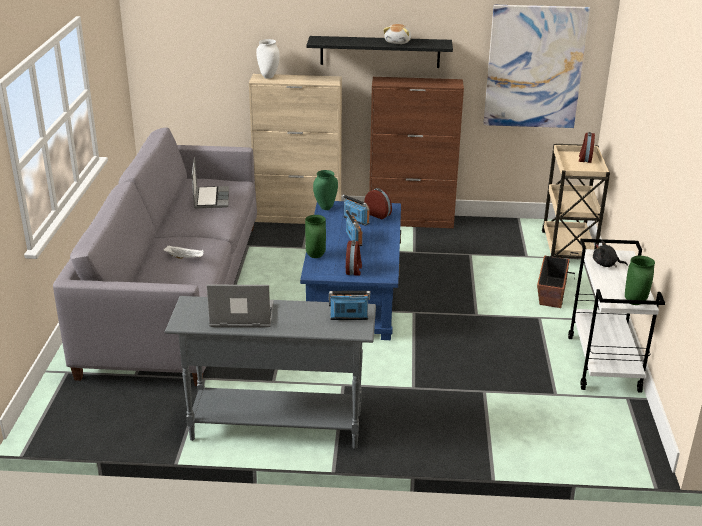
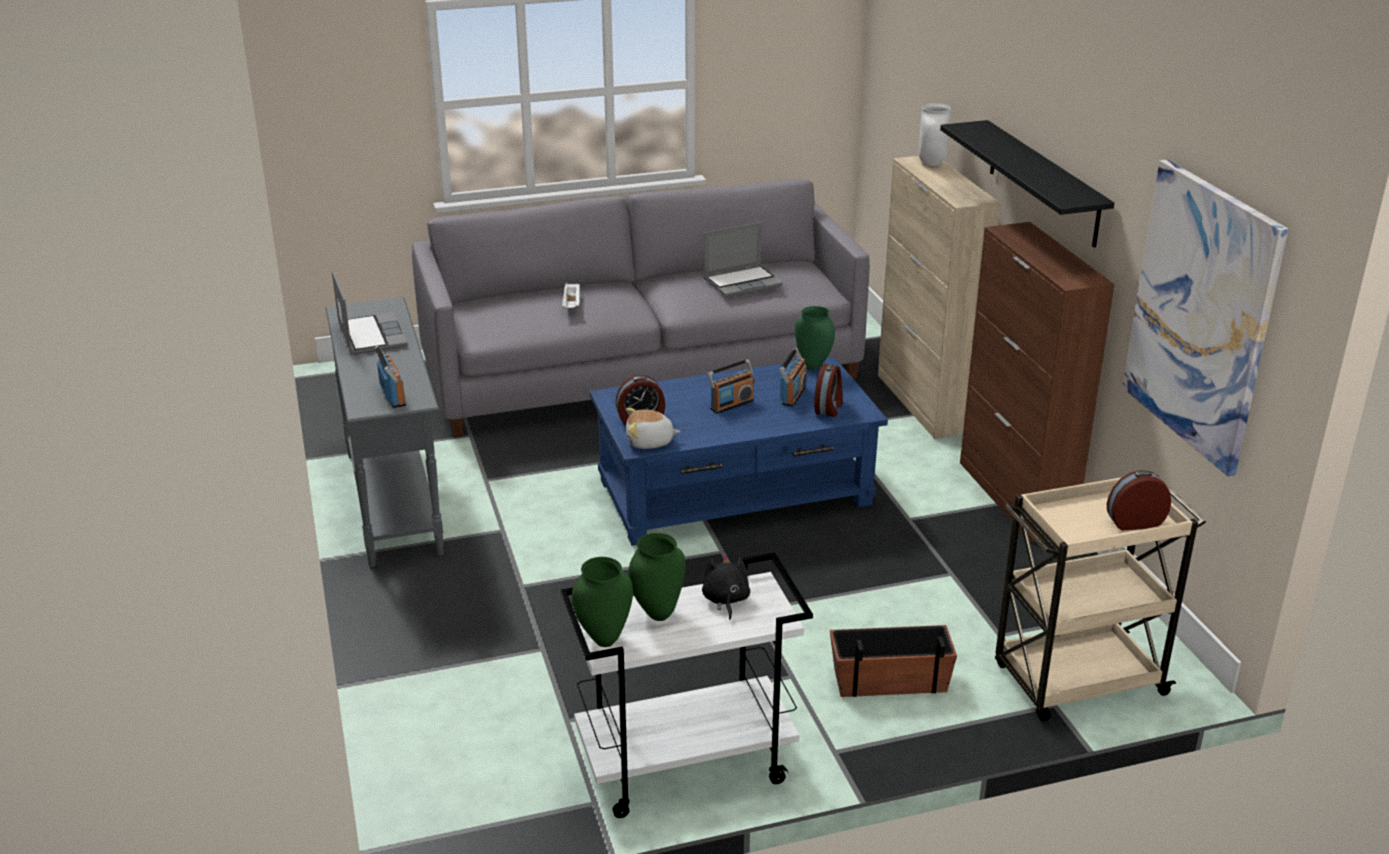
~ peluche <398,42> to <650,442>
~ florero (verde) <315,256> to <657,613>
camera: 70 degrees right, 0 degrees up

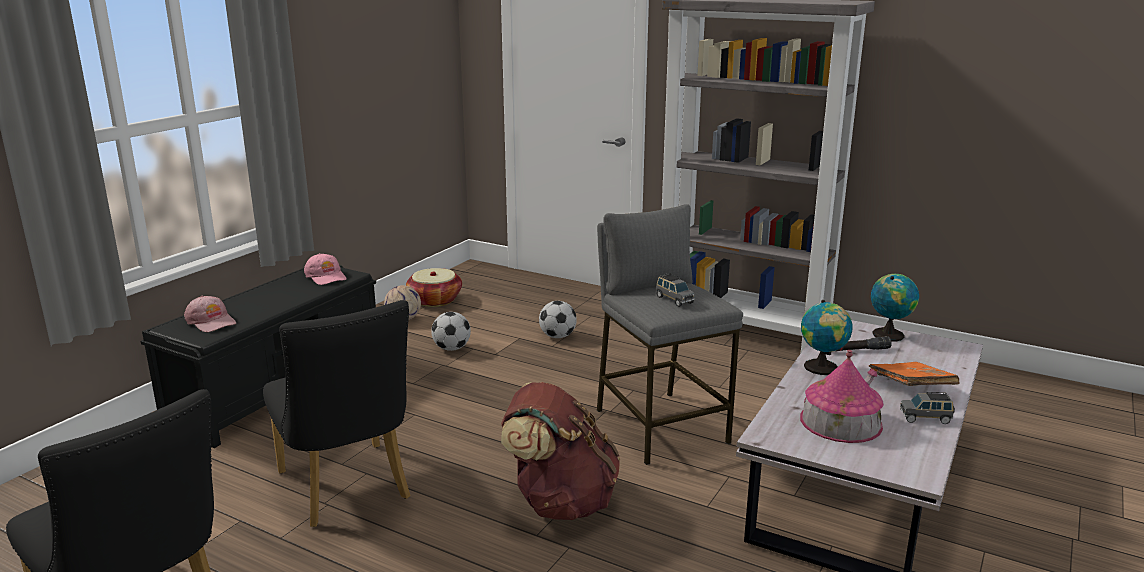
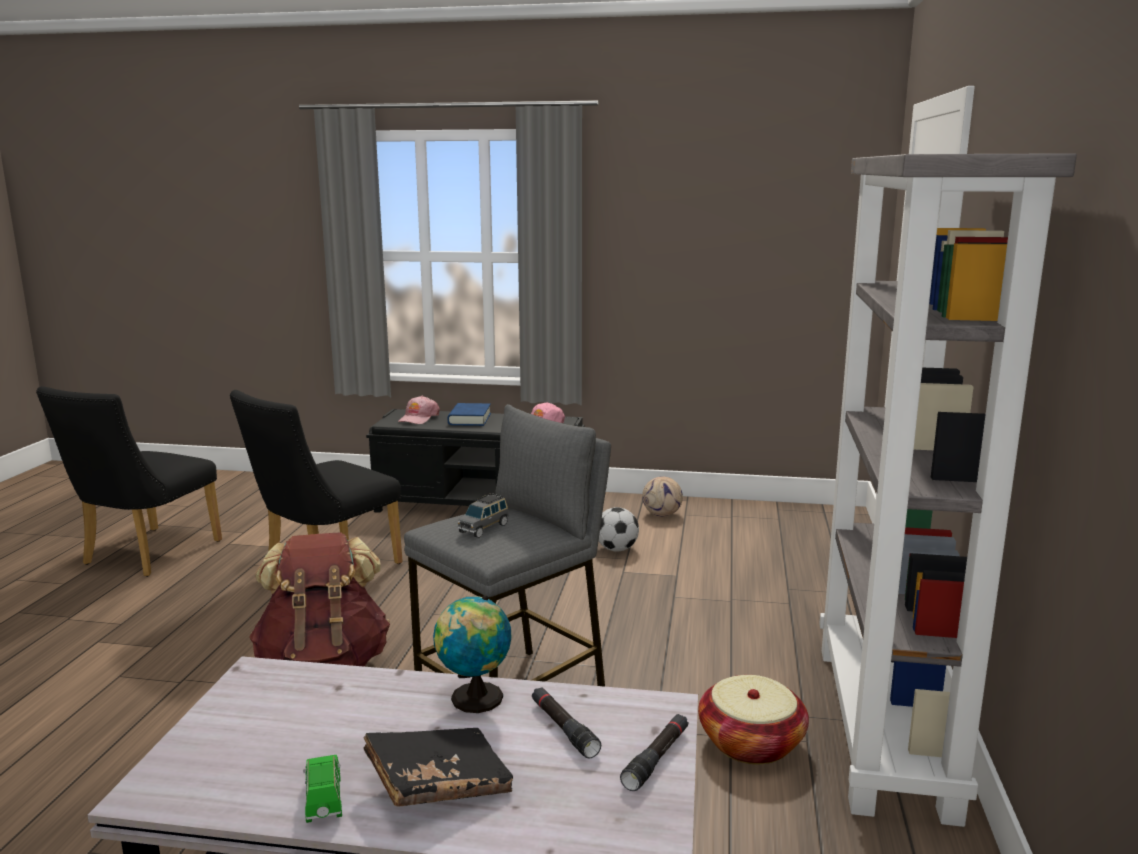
~ cesta <435,300> to <751,743>
~ globo terráqueo <889,334> to linterna (negro) <656,759>
- balón de fútbol <557,336>
- casita <840,422>
~ libro (naranja) <910,386> to libro (negro) <439,784>
~ coche de juguete (gris) <925,418> to coche de juguete (verde) <324,800>
+ libro (azul) <469,419>
camera: 70 degrees right, 5 degrees down

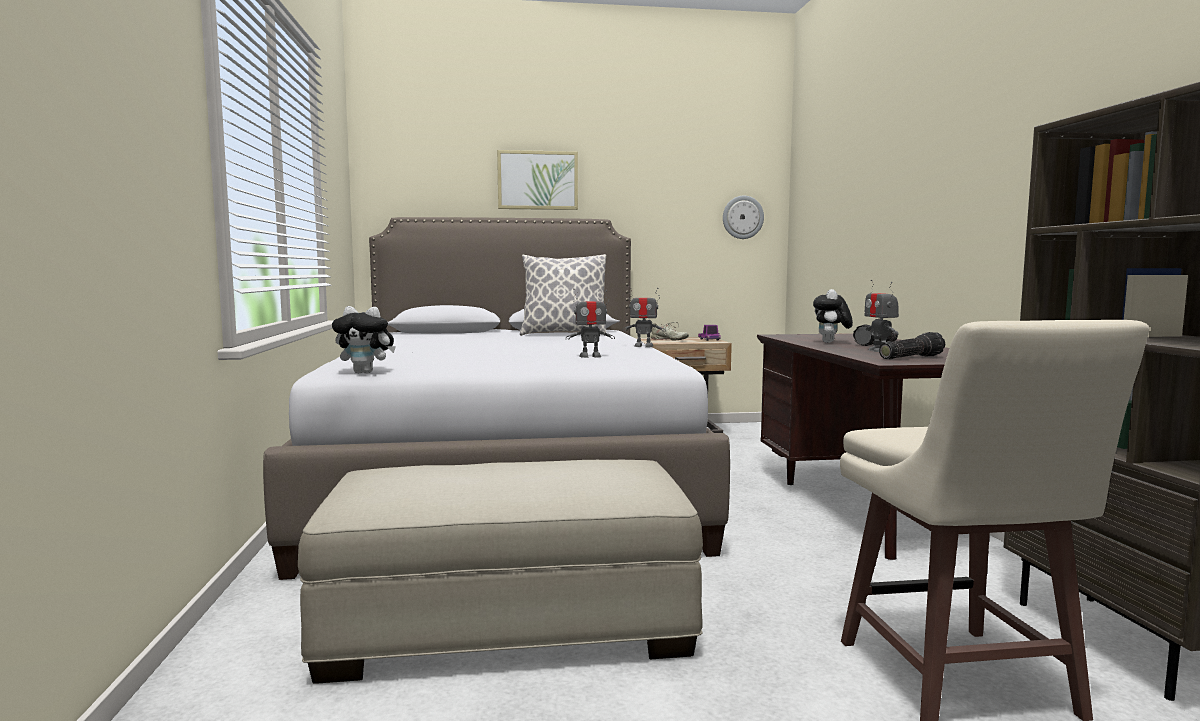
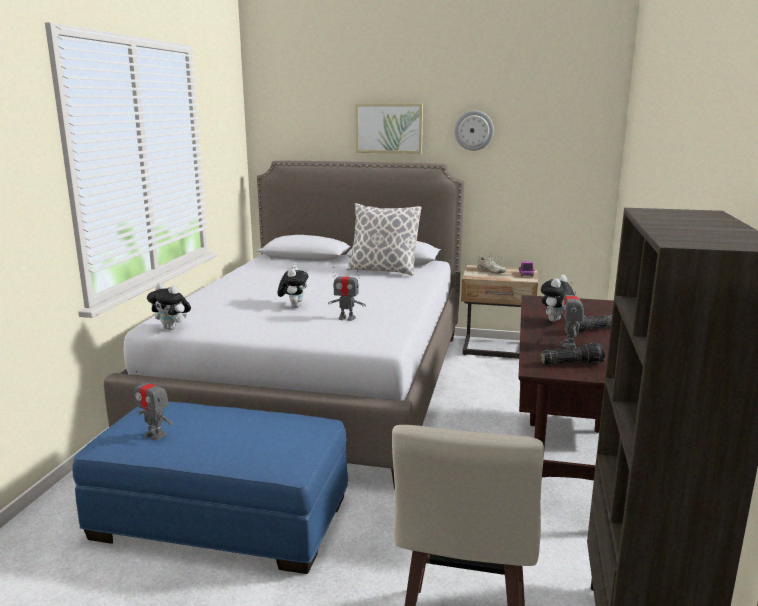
~ reloj de pared <742,217> to <474,130>
~ robot de juguete <643,346> to <155,435>
~ puf (beis) <509,620> to puf (azul) <222,517>
+ peluche <294,306>
camera: 20 degrees right, 10 degrees up

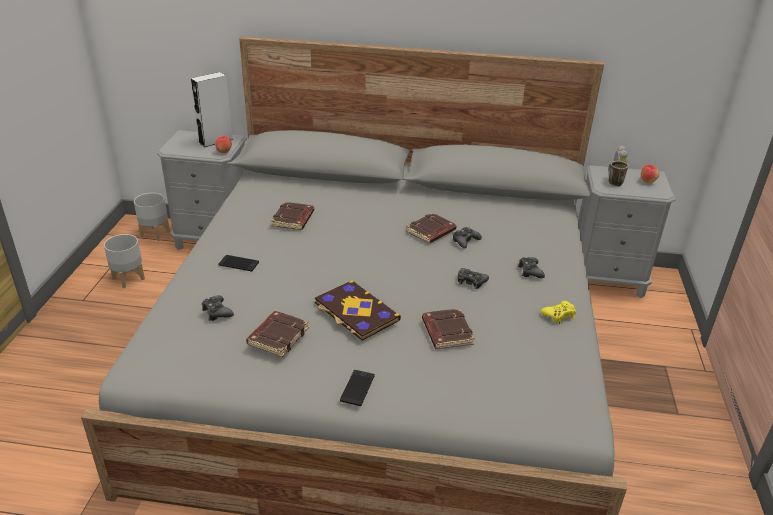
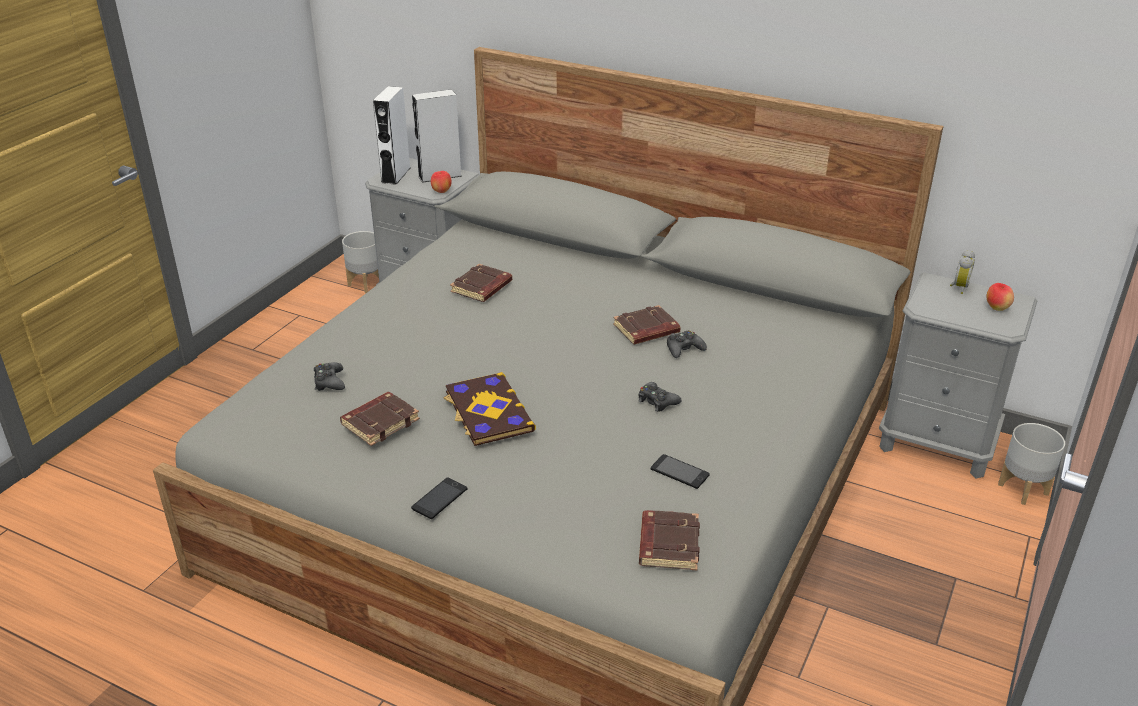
- taza grande <613,182>
~ maceta (gris) <129,279> to <1023,489>
~ móvil <238,263> to <679,472>
- mando de consola (negro) <530,271>
- mando de consola (amarillo) <559,315>
~ libro (marrón) <446,332> to <667,544>
+ altavoz (blanco) <396,175>
camera: 20 degrees right, 0 degrees up

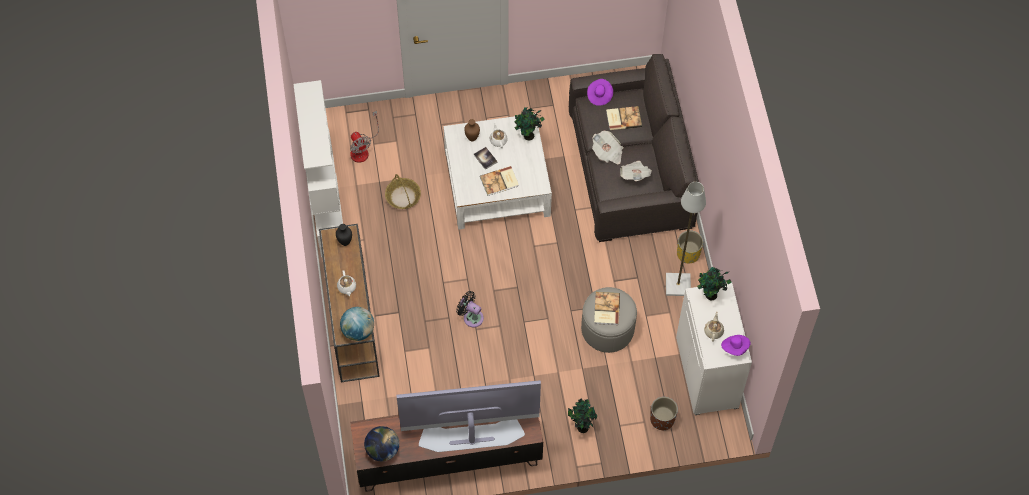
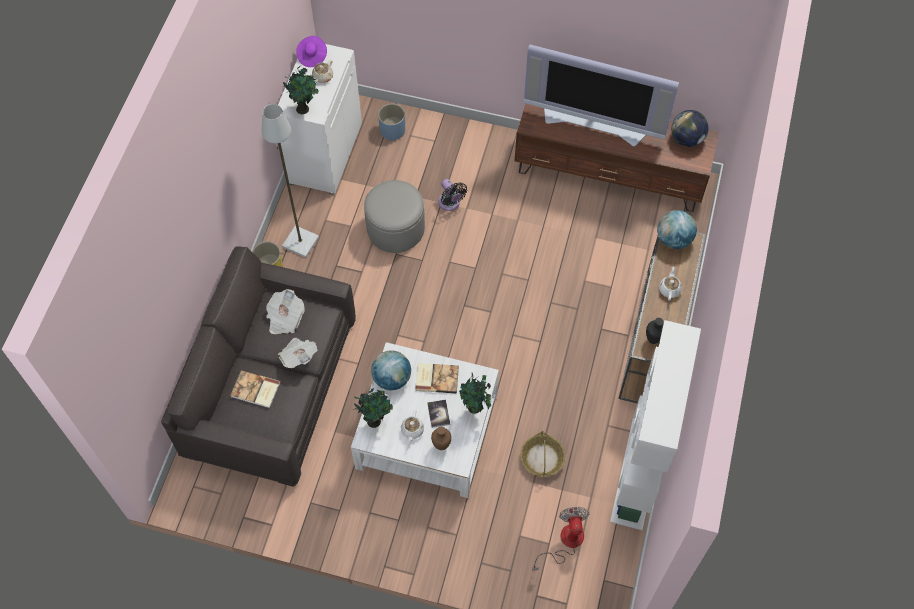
- sombrero (morado) <599,95>
~ ventilador (negro) <471,317> to <450,203>
- libro <606,309>
~ maceta (marrón) <662,419> to maceta (azul) <392,131>
~ planta en maceta <581,427> to <475,408>
+ globo terráqueo <392,378>
camera: 155 degrees left, 0 degrees up

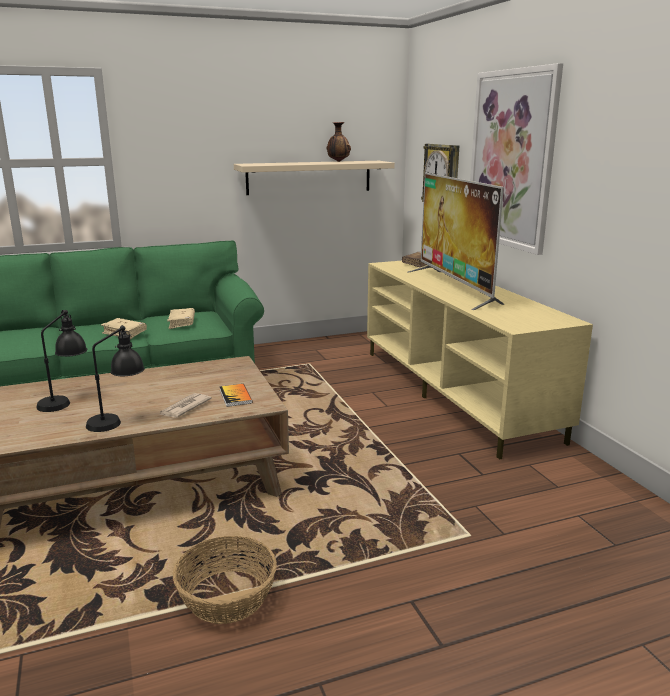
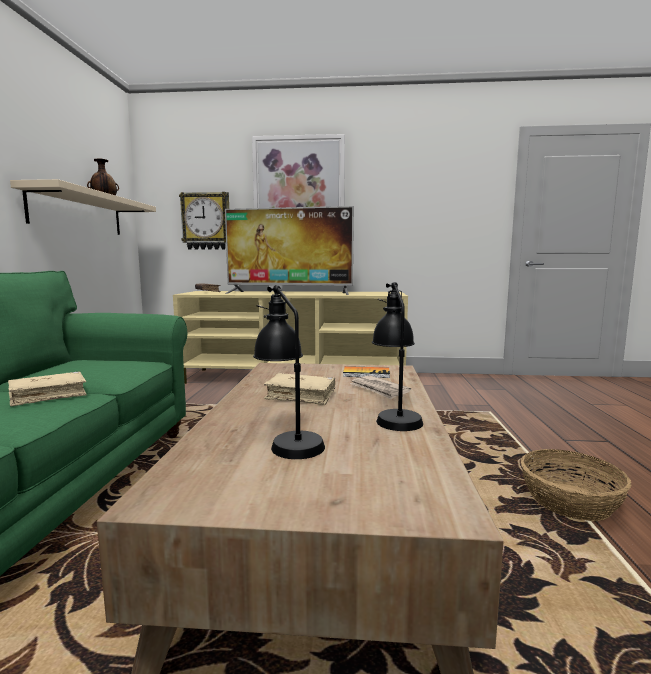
~ libro (beis) <182,323> to <301,396>
camera: 65 degrees left, 10 degrees down

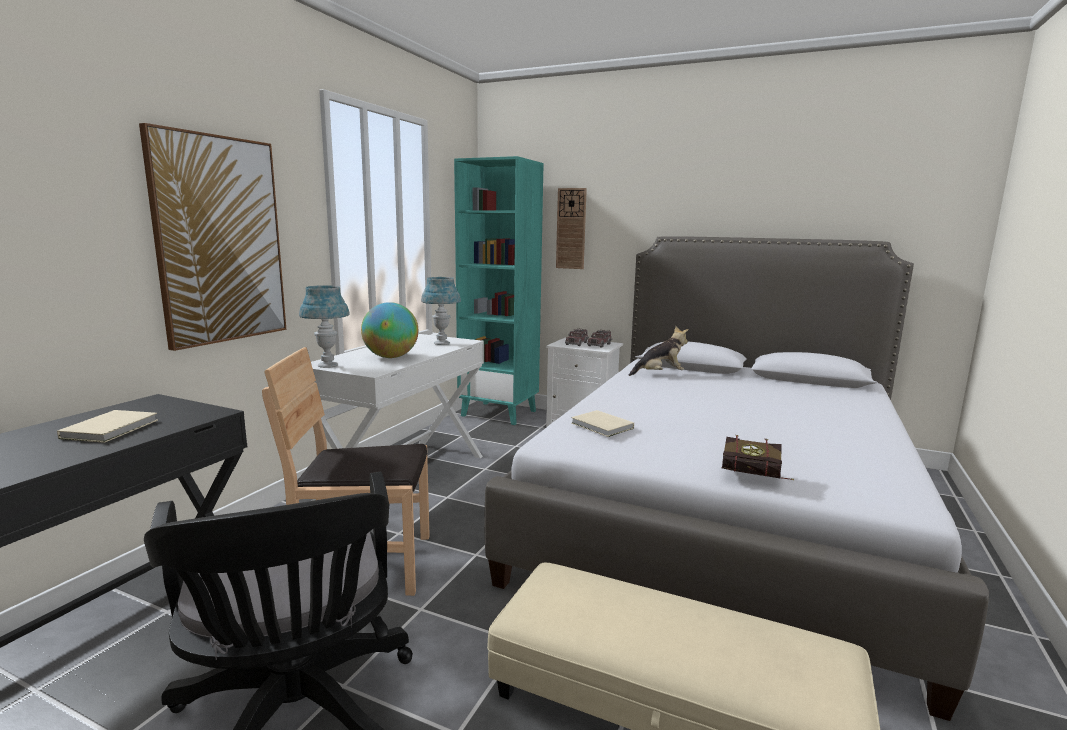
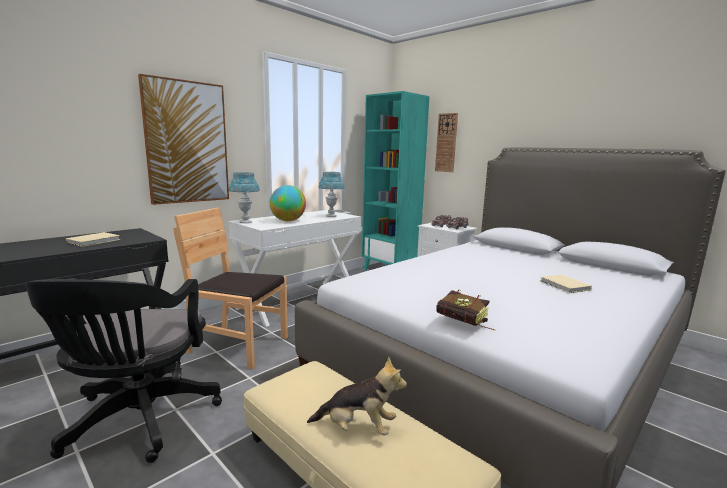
~ peluche <659,374> to <357,428>
~ libro (beis) <602,426> to <565,286>
camera: 20 degrees right, 0 degrees up

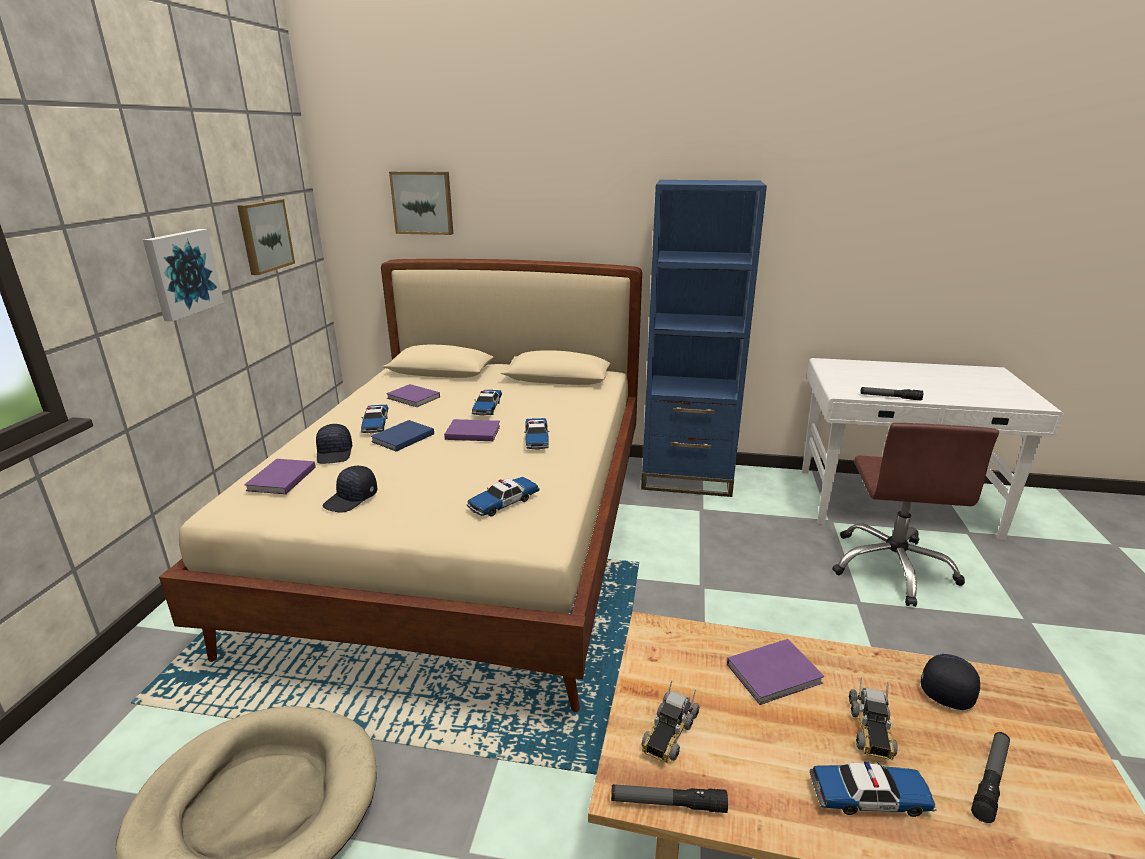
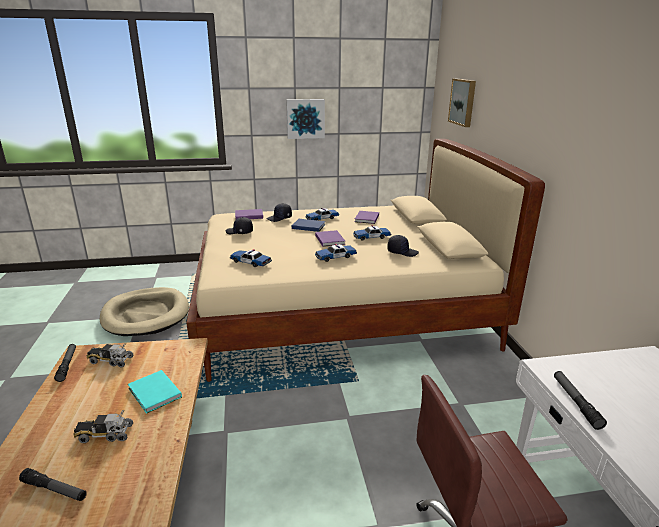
- estantería (azul) <686,478>
- cuadro <264,236>
~ libro (morado) <776,674> to libro (turquesa) <154,394>
~ gorra (negro) <946,686> to <402,252>
- coche de juguete <869,797>
camera: 70 degrees right, 0 degrees up

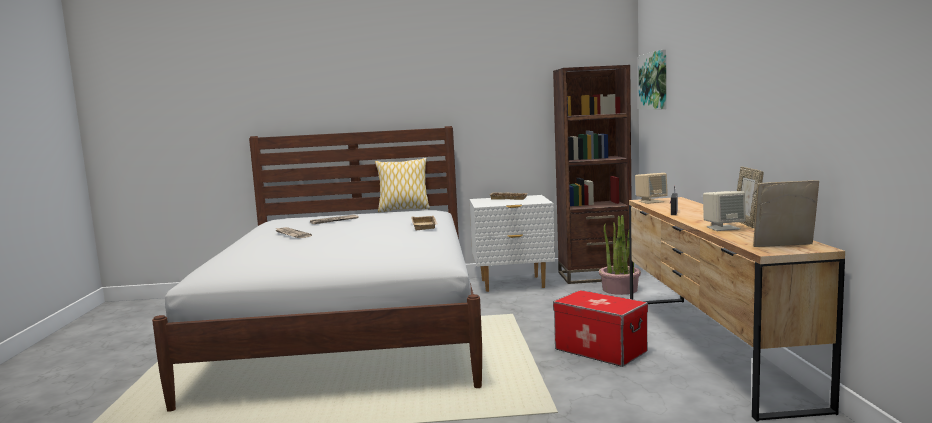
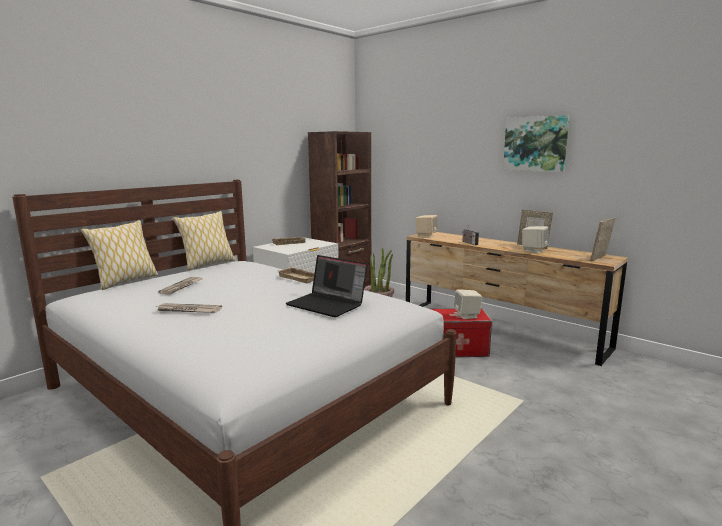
~ cuadro <654,81> to <535,144>
+ cojín <126,281>
+ portátil <328,304>
+ altavoz (beis) <467,316>
camera: 45 degrees left, 5 degrees up

